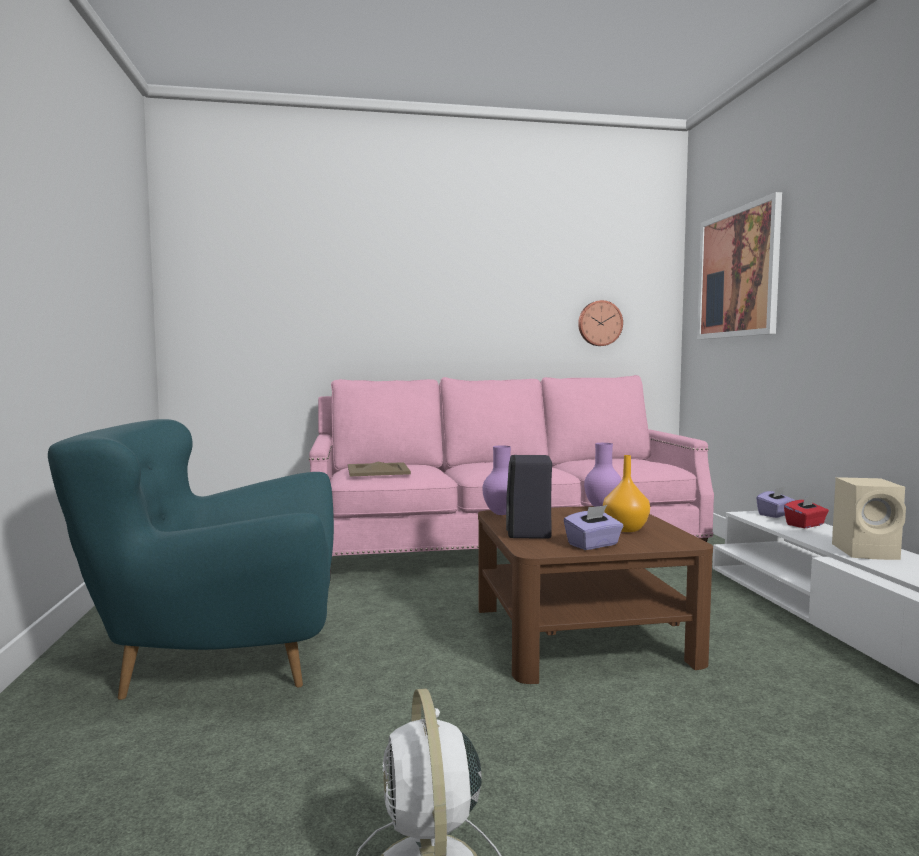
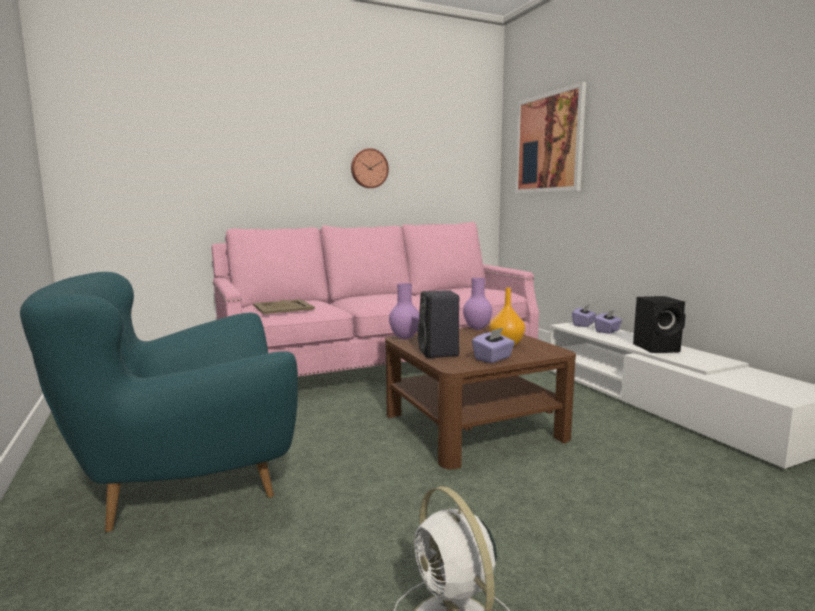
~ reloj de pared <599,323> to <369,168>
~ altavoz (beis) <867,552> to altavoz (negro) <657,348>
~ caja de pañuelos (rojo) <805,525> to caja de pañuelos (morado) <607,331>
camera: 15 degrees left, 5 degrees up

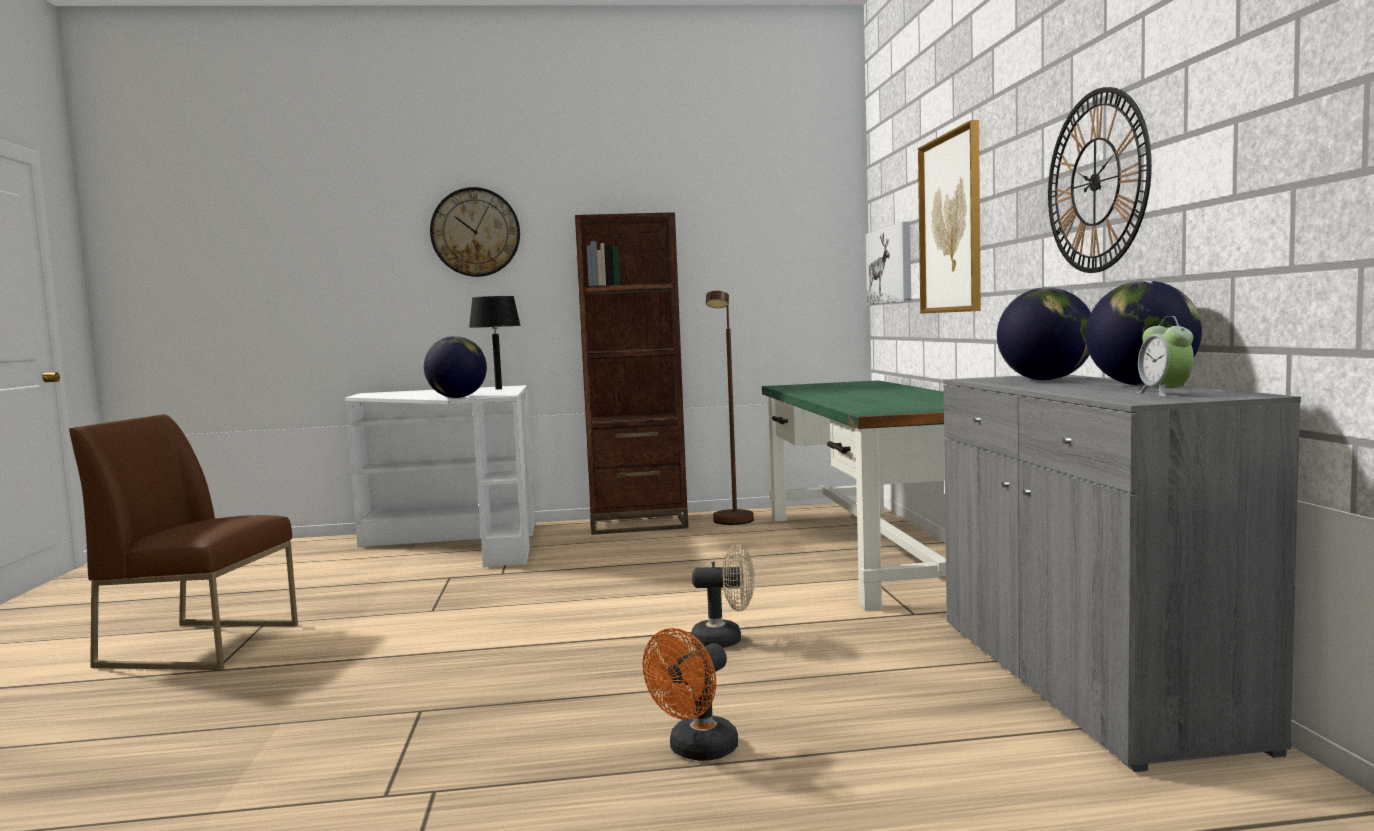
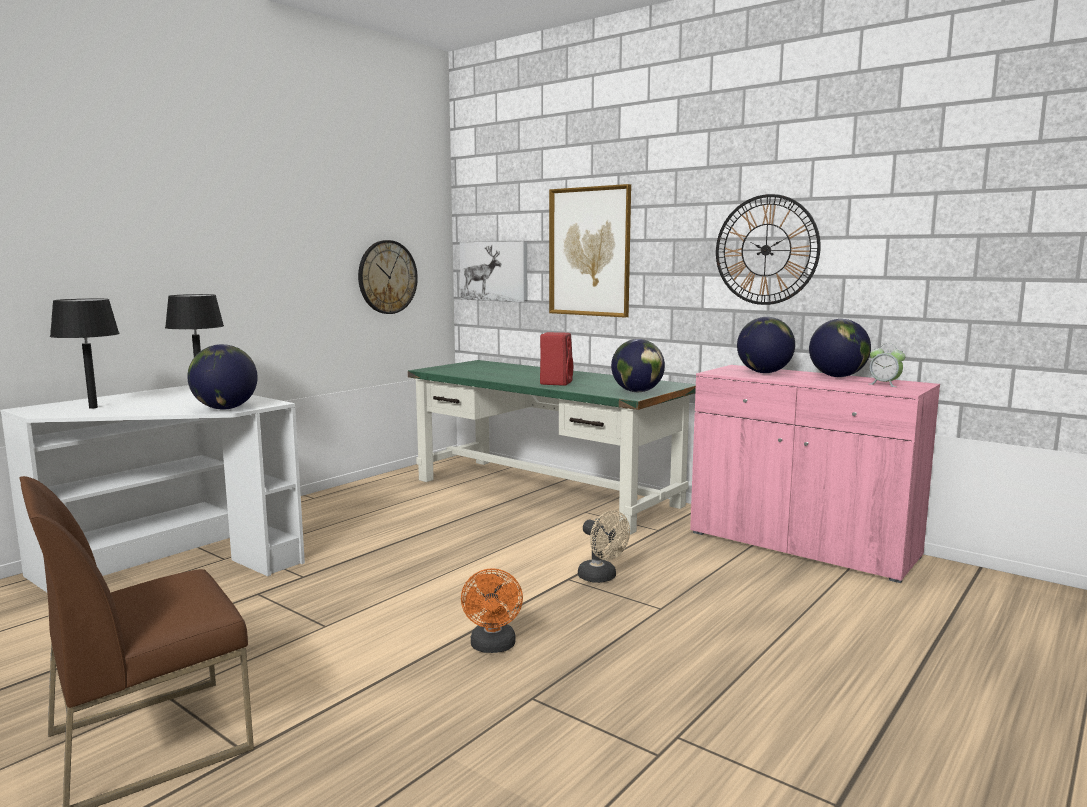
~ reloj de pared <475,232> to <387,277>
- estantería (marrón) <638,524>
- lámpara de pie (marrón) <731,523>
~ armario (gris) <1085,680> to armario (rosa) <801,545>
~ ventilador (beis) <725,640> = <601,578> 90 degrees clockwise
~ ventilador (naranja) <696,751> to <493,647>
+ lámpara de mesa (negro) <93,407>
+ altavoz (rojo) <556,383>
+ globo terráqueo <637,392>
camera: 45 degrees left, 5 degrees up

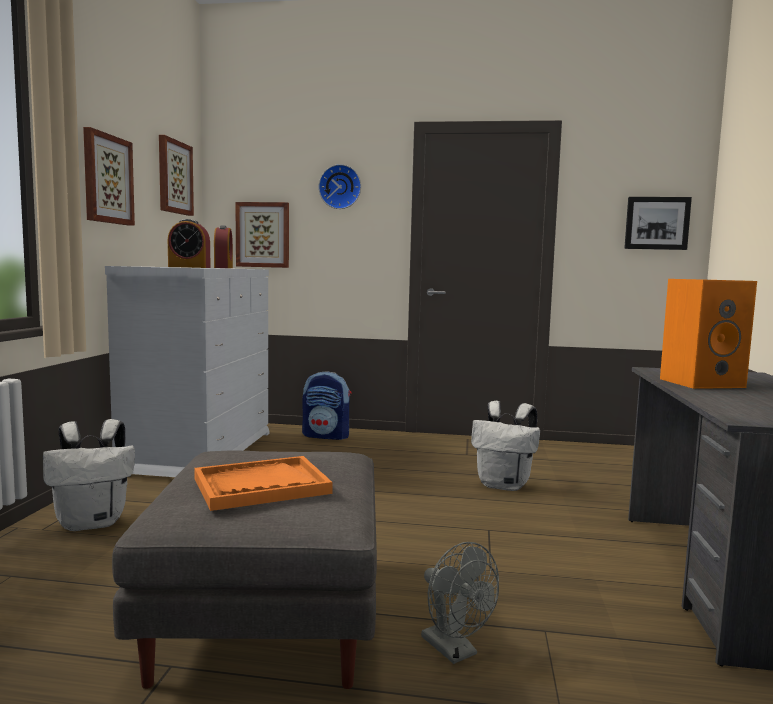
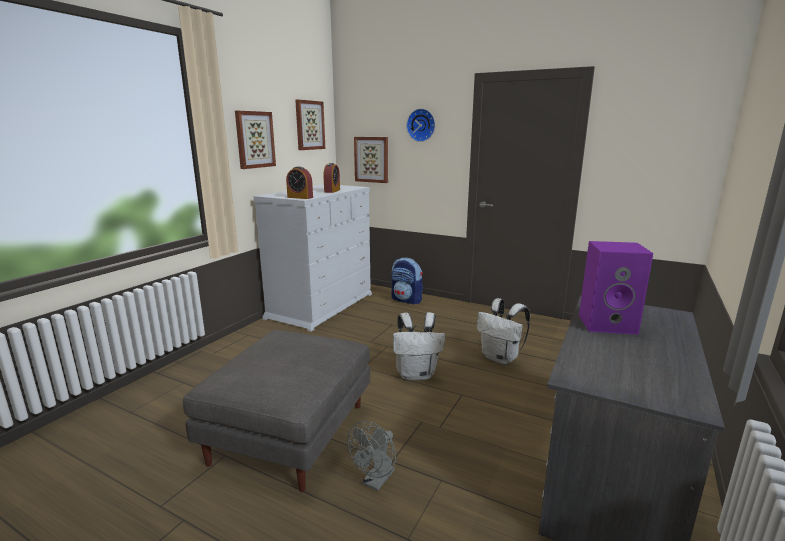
- cuadro <656,223>
~ altavoz (naranja) <702,383> to altavoz (morado) <608,324>
~ mochila (blanco) <93,522> to <417,374>
- bandeja (naranja) <261,486>
~ ventilador (gris) <455,651> = <375,481> 45 degrees clockwise
camera: 20 degrees right, 10 degrees up

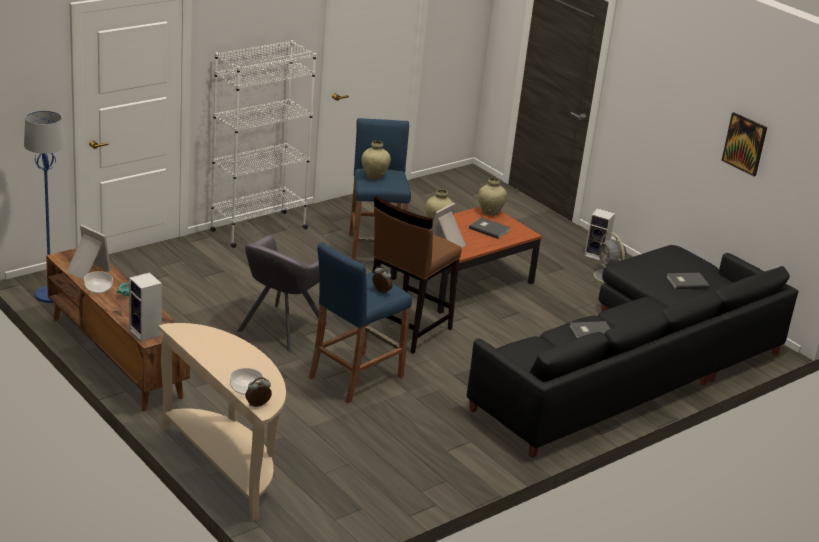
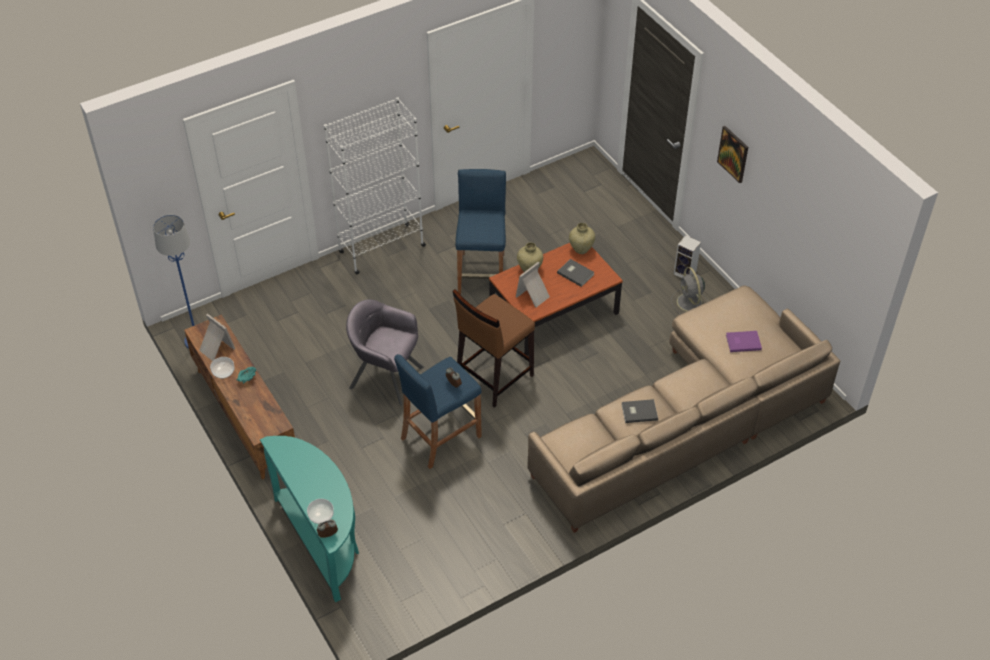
~ cuadro <745,143> to <733,154>
- florero (beis) <374,176>
~ sillón (gris) <281,327> = <386,377> 75 degrees clockwise
~ sofá (negro) <635,366> to sofá (beis) <688,420>
- altavoz <146,333>
~ libro (gris) <686,282> to libro (morado) <742,342>
~ mesa consola (beis) <227,465> to mesa consola (turquesa) <323,541>
camera: 10 degrees right, 20 degrees up

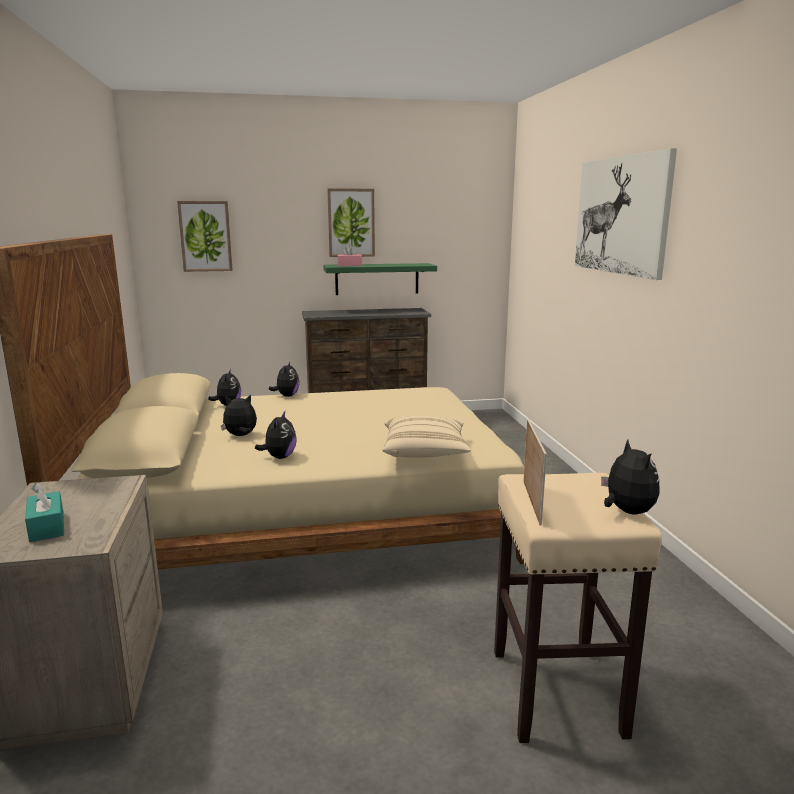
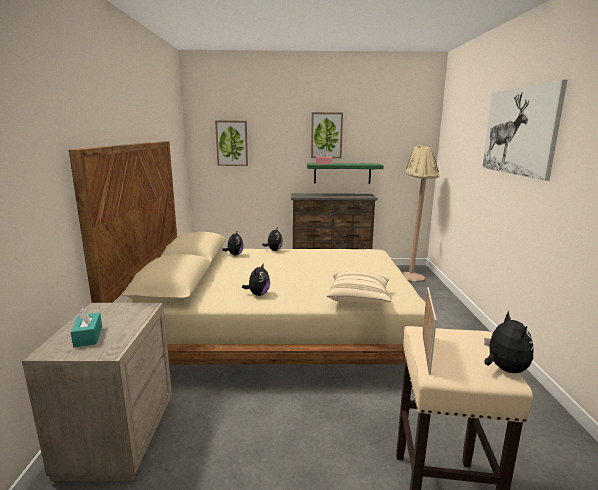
- peluche <241,436>
+ lámpara de pie (beis) <413,275>
camera: 10 degrees right, 0 degrees up

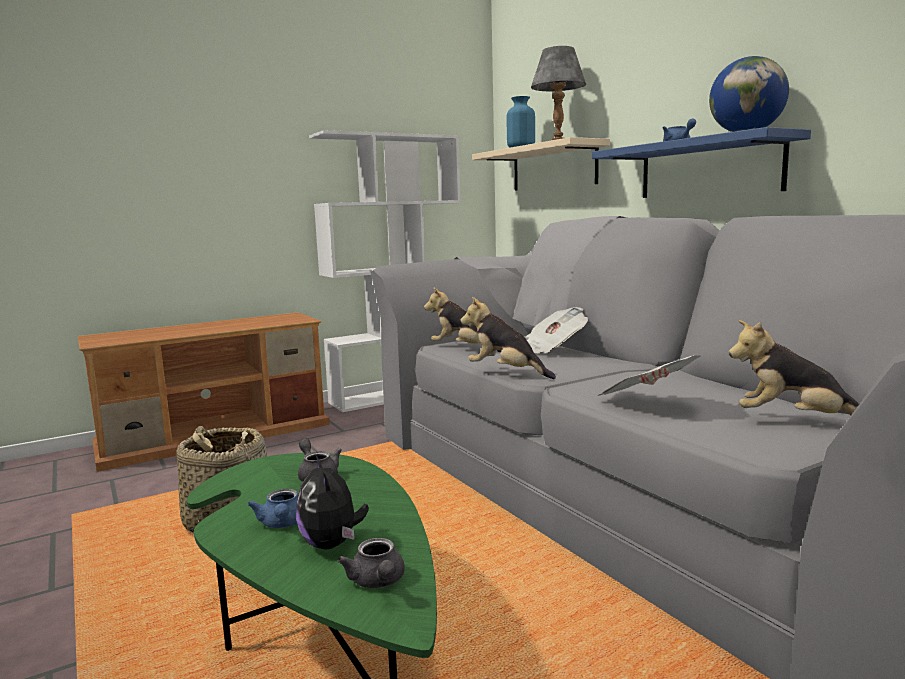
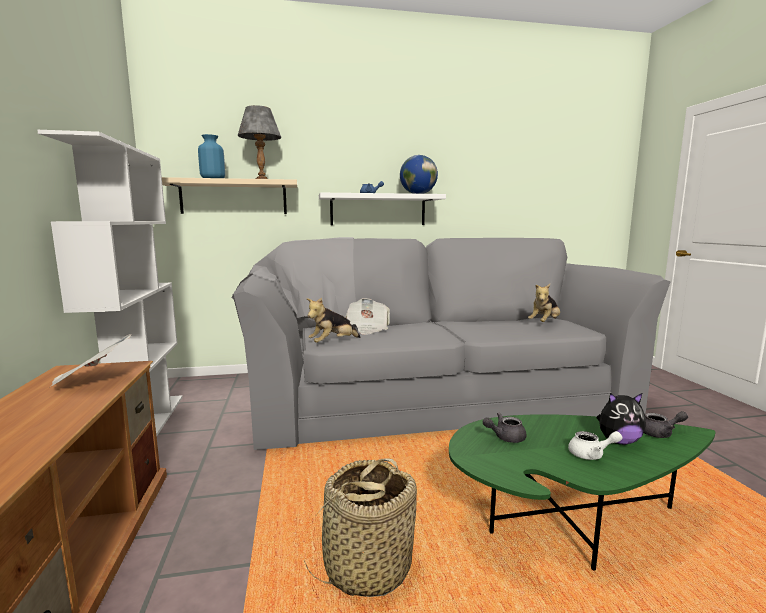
~ estante (azul) <708,168> to estante (blanco) <378,210>
- peluche <506,373>
~ periódico <646,402> to <92,380>
~ tetera (azul) <282,524> to tetera (blanco) <591,454>
camera: 70 degrees left, 0 degrees up

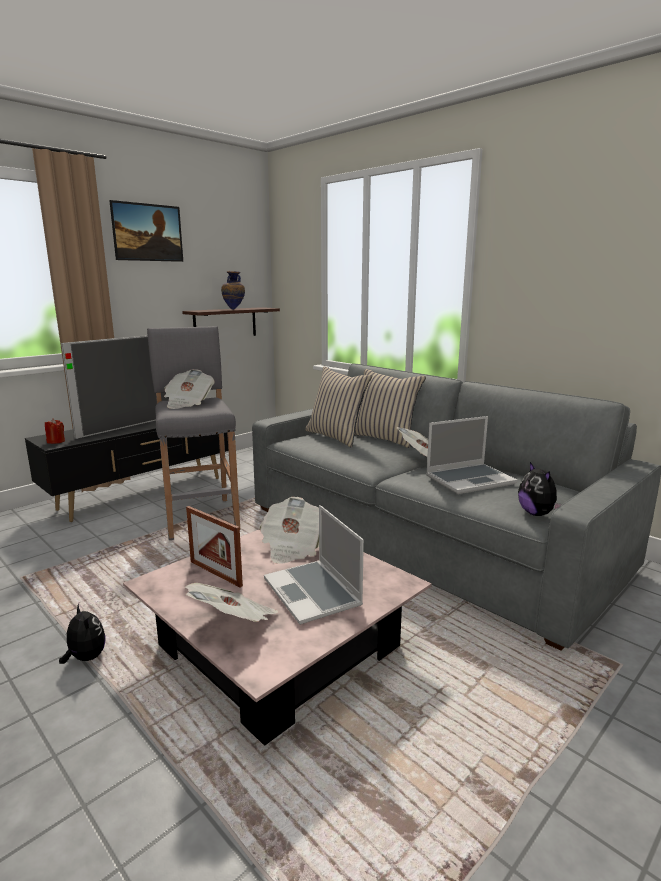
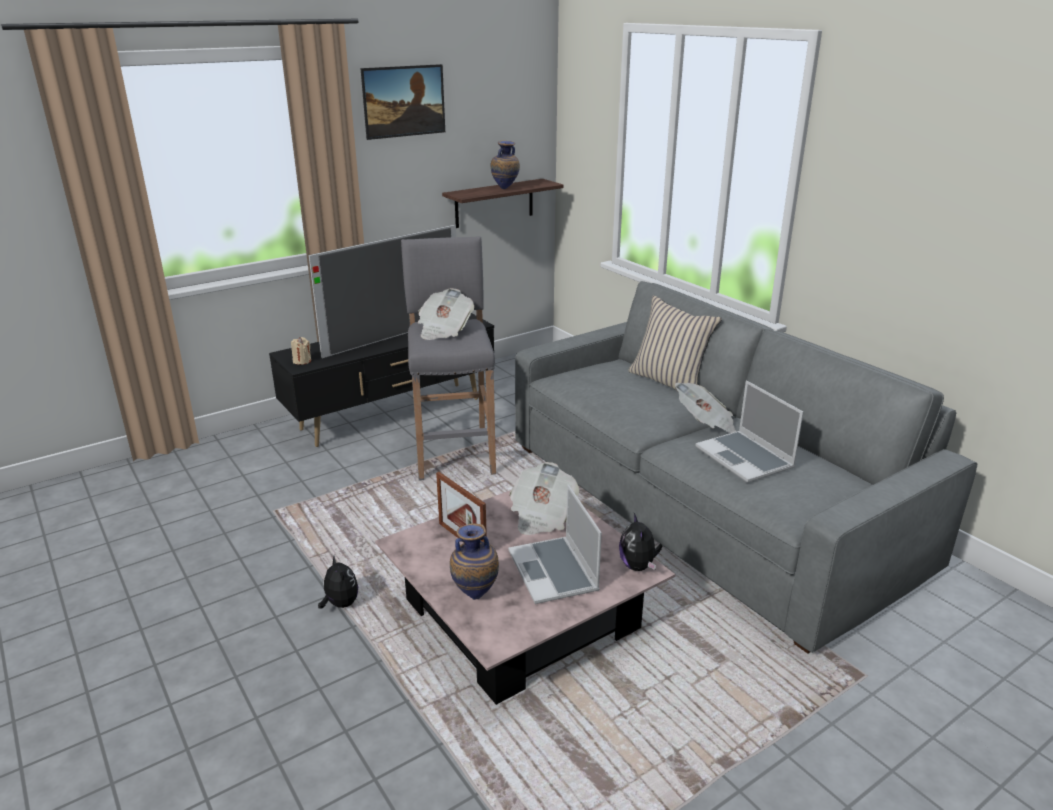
- cojín (beis) <336,436>
~ portátil <470,479> = <745,458> 75 degrees clockwise
~ vela (rojo) <56,441> to vela (beis) <302,361>
~ peluche <537,514> to <638,566>
~ periódico <234,622> to florero <475,594>
camera: 10 degrees right, 10 degrees up

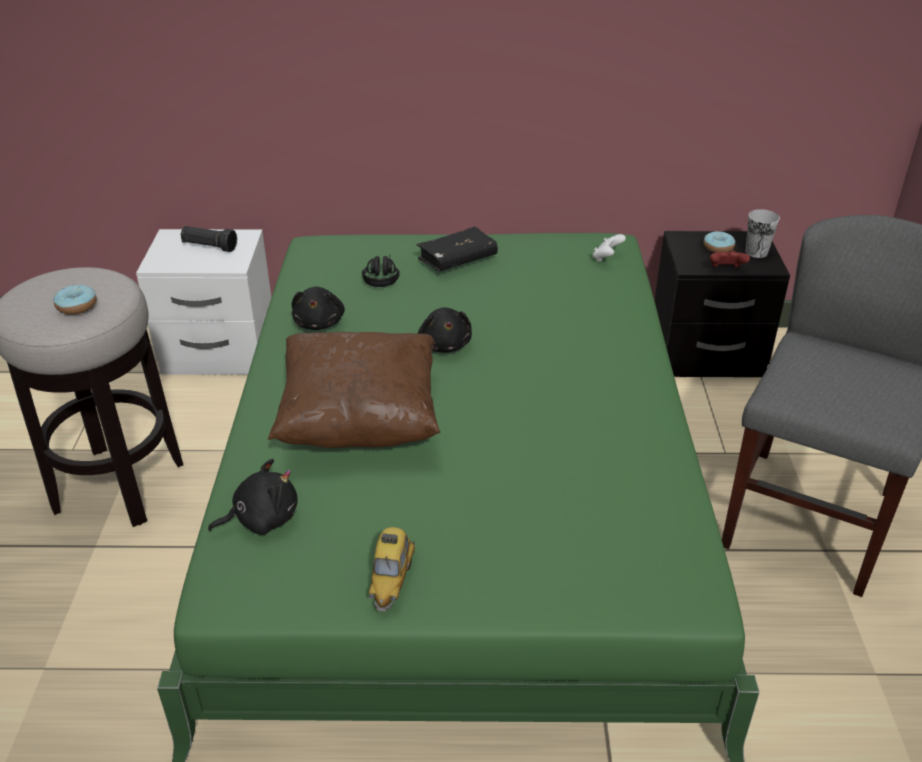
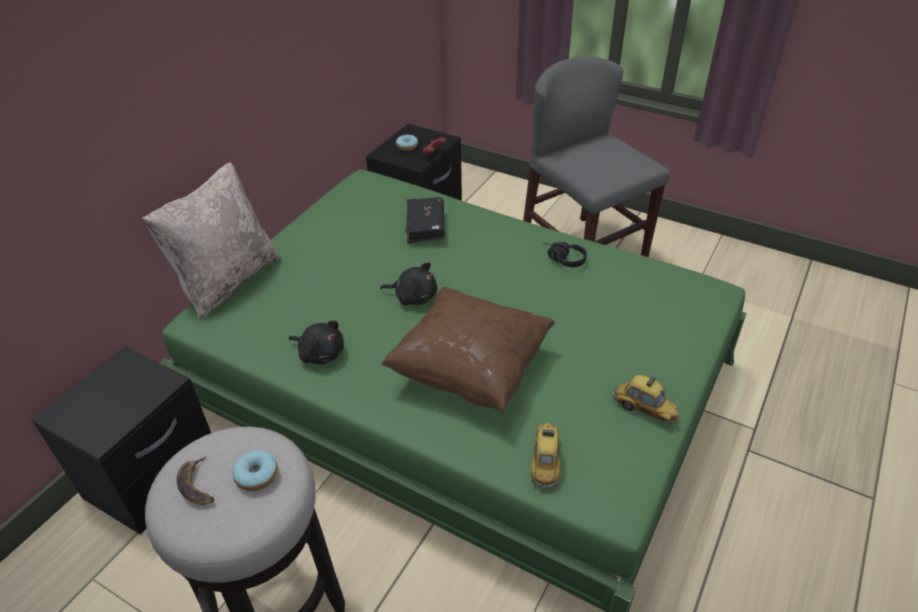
- taza <756,252>
- linterna (negro) <209,247>
~ libro (negro) <457,259> to <425,226>
~ mesita de noche (blanco) <219,353> to mesita de noche (negro) <154,478>
- mando de consola (blanco) <606,258>
~ auriculares (negro) <381,277> to <562,259>
~ peluche (negro) <262,518> to coche de juguete <545,460>
+ cojín (beis) <227,280>
+ plátano <197,485>
camera: 60 degrees left, 5 degrees up

